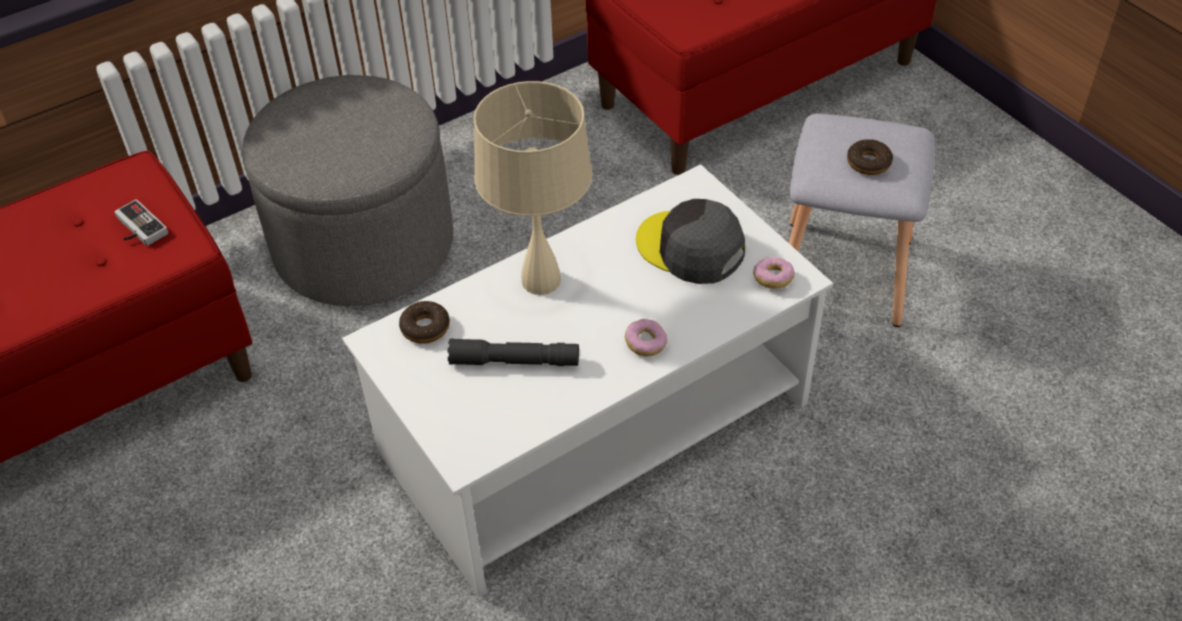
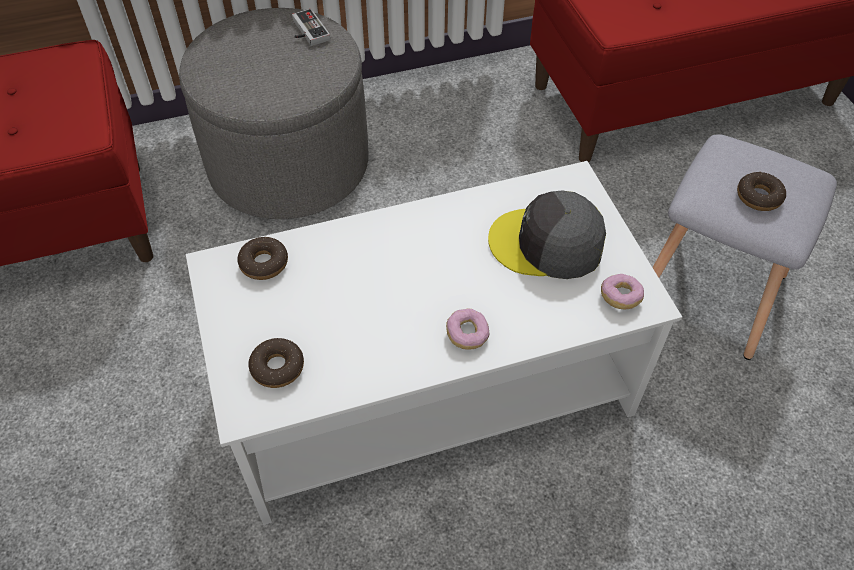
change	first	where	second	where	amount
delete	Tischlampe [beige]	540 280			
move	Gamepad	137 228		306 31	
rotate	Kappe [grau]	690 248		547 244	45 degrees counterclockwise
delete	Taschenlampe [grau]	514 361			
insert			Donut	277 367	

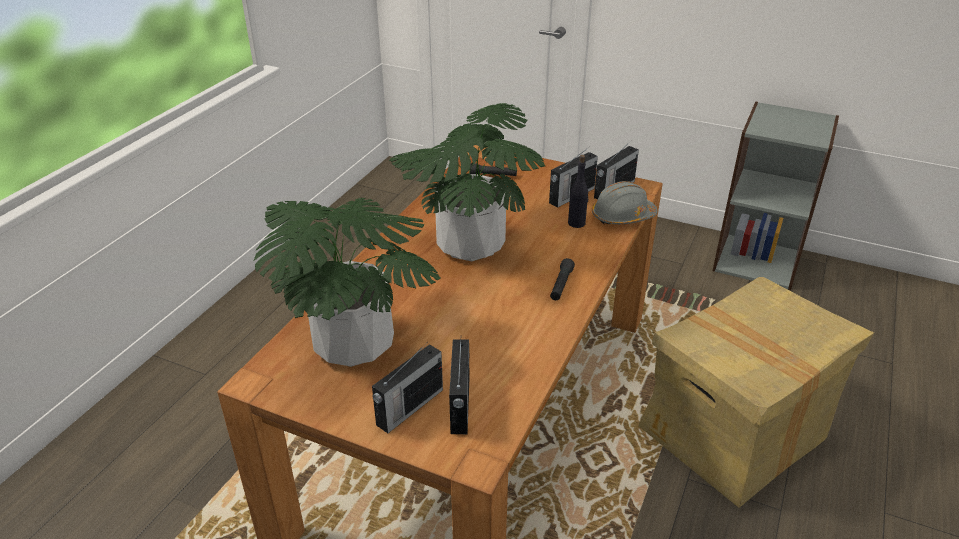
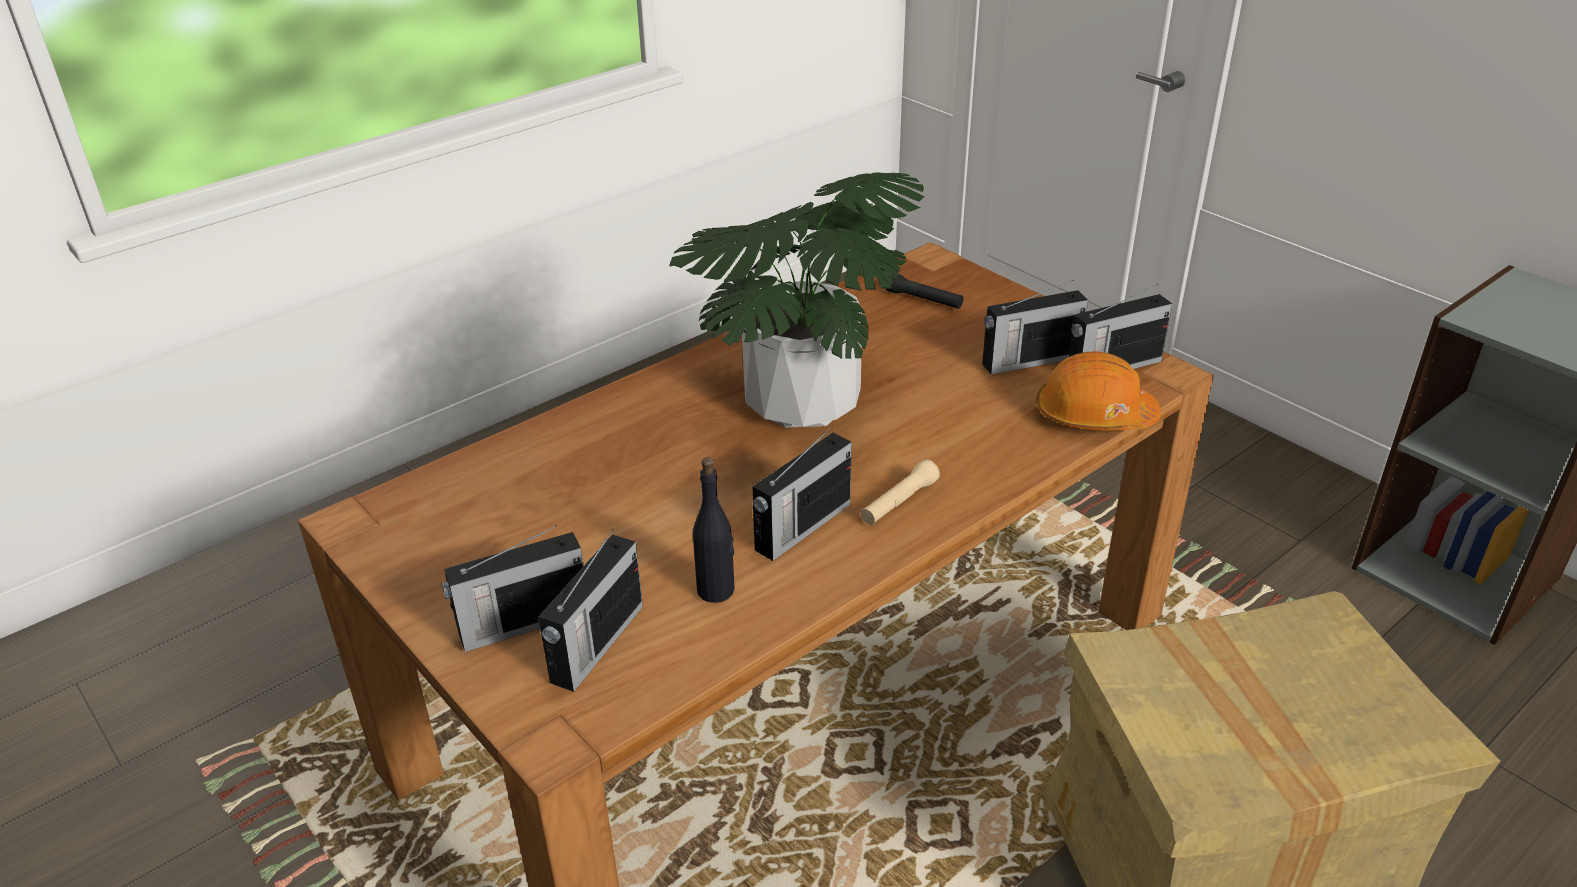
change	first	where	second	where	amount
move	Flasche [schwarz]	577 223		716 590	
recolor	Schutzhelm [grau]	622 216	Schutzhelm [orange]	1094 416	
delete	Topfpflanze	354 344			
recolor	Taschenlampe [schwarz]	561 285	Taschenlampe [beige]	899 502	
insert			Radio	801 527	

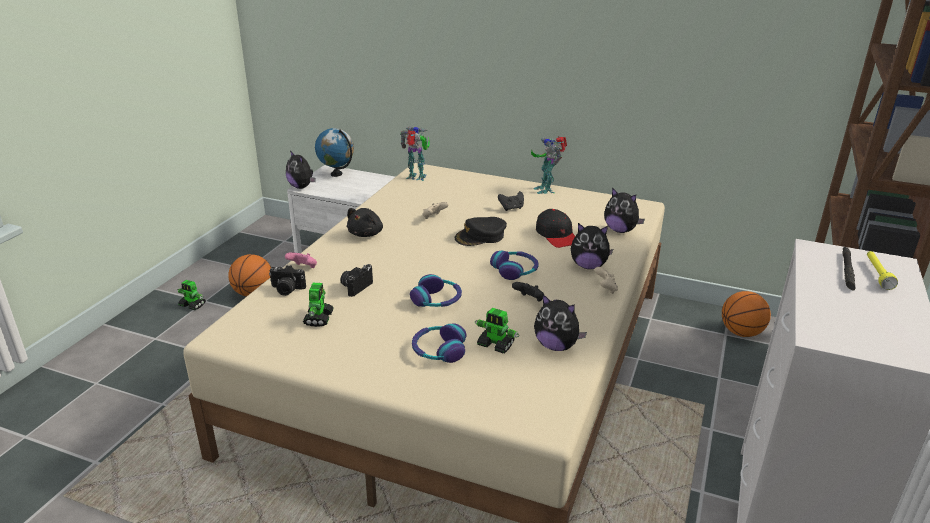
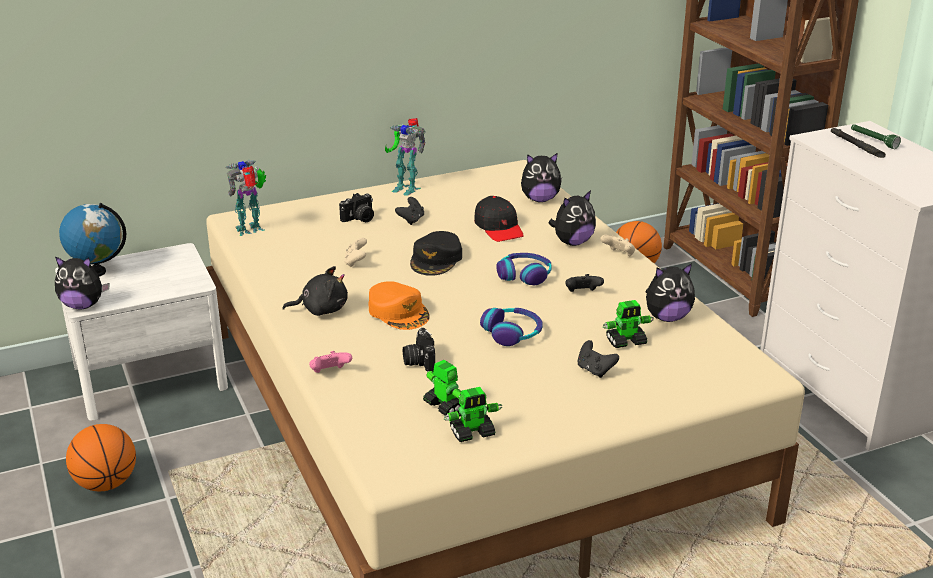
change	first	where	second	where	amount
rotate	Plüschtier [schwarz]	366 234		321 309	75 degrees counterclockwise
rotate	Kappe [schwarz]	556 235		499 228	45 degrees clockwise
recolor	Taschenlampe [gelb]	877 274	Taschenlampe [grün]	873 141	
move	Kamera	286 289		359 219	
move	Spielzeugroboter	192 305		473 433	
replace	Kopfhörer	439 350	Gamepad [schwarz]	595 370	
insert			Kappe [orange]	399 312	

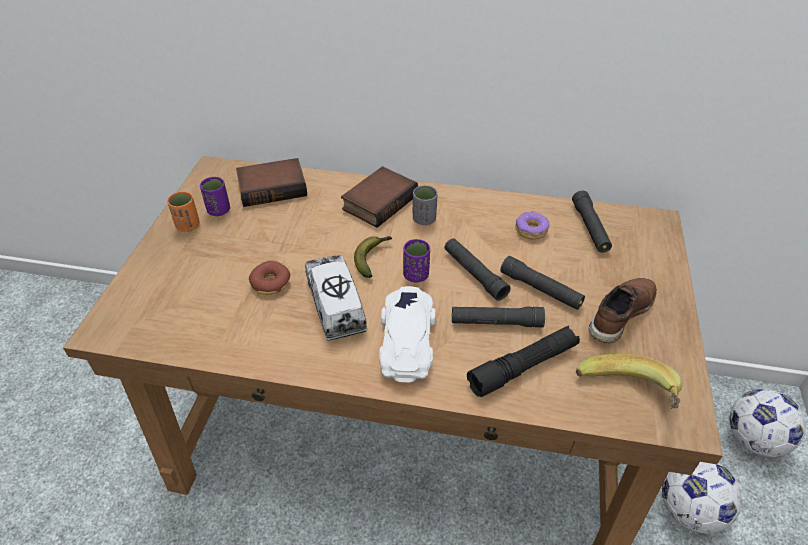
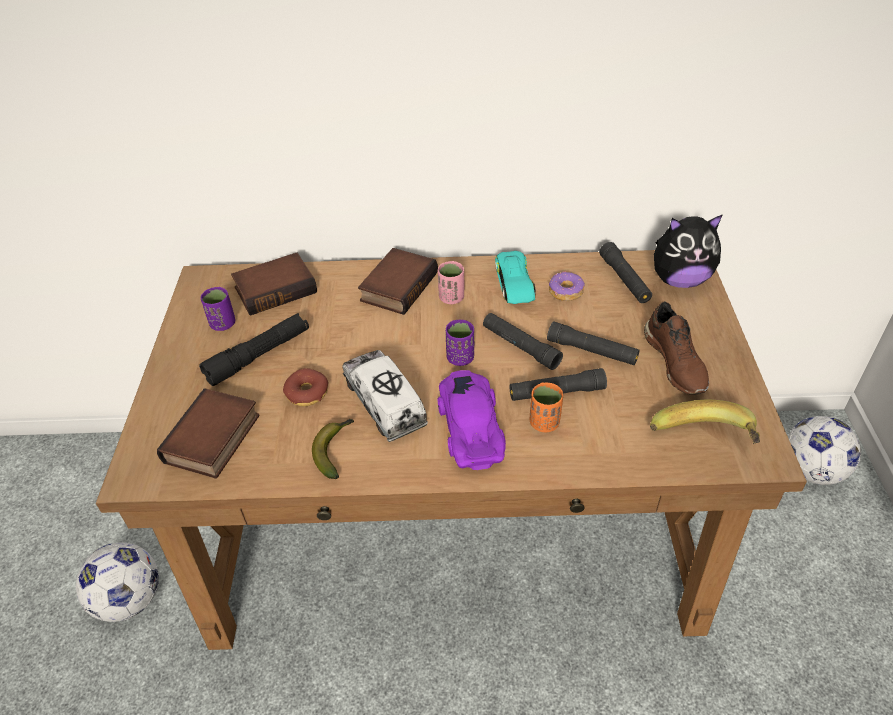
change	first	where	second	where	amount
recolor	Tasse [grau]	424 219	Tasse [rosa]	451 298	
move	Tasse [orange]	188 226		544 423	
move	Banane	373 258		335 450	
rotate	Schuh [braun]	619 313		676 362	135 degrees clockwise
recolor	Spielzeugauto [weiß]	407 338	Spielzeugauto [lila]	470 424	
move	Taschenlampe [schwarz]	523 367		259 356	
move	Fußball	690 510		130 600	
insert			Plüschtier	679 280	
insert			Spielzeugauto [türkis]	514 283	
insert			Buch	214 440	

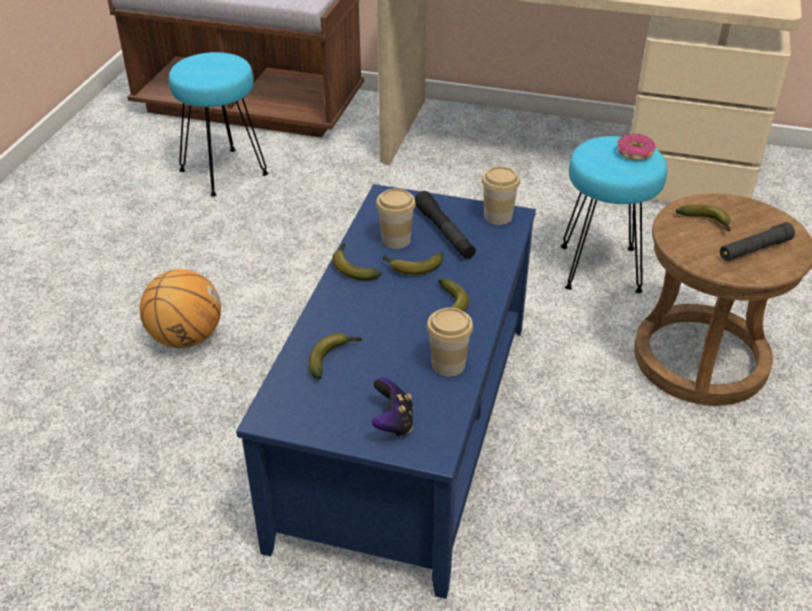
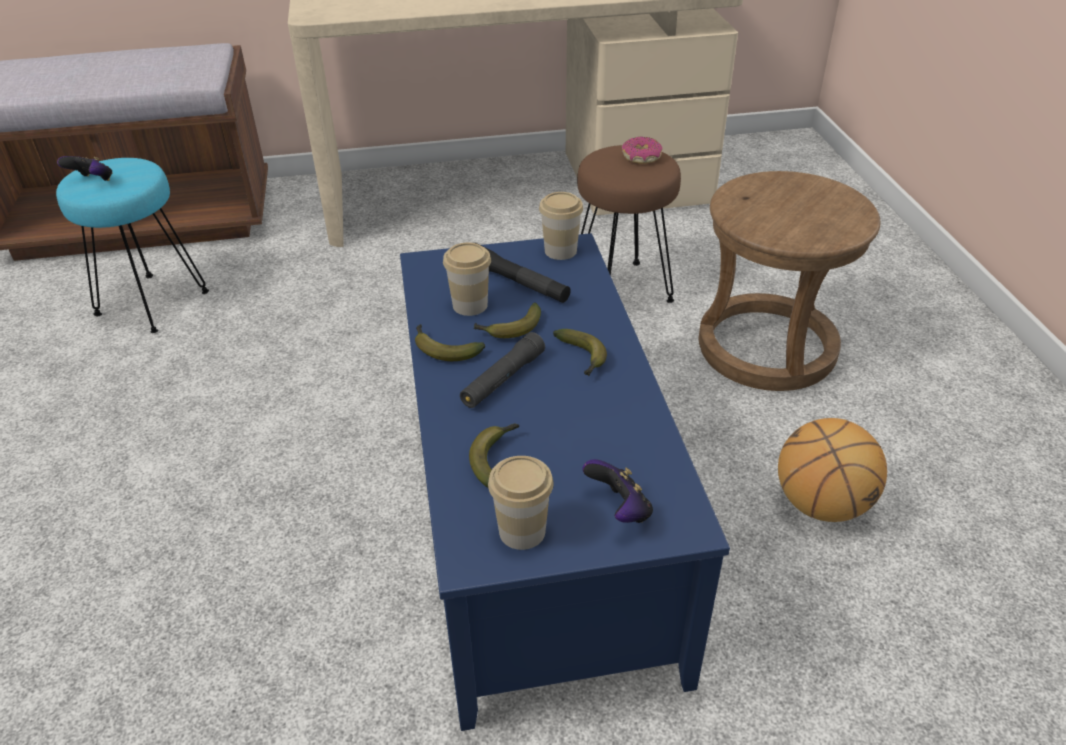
change	first	where	second	where	amount
recolor	Hocker [türkis]	602 269	Hocker [braun]	622 289	
delete	Banane	707 223			
move	Taschenlampe [schwarz]	754 249		503 379	
move	Basketball	185 338		821 504	
move	Tasse	448 364		522 531	
insert			Gamepad	93 181	

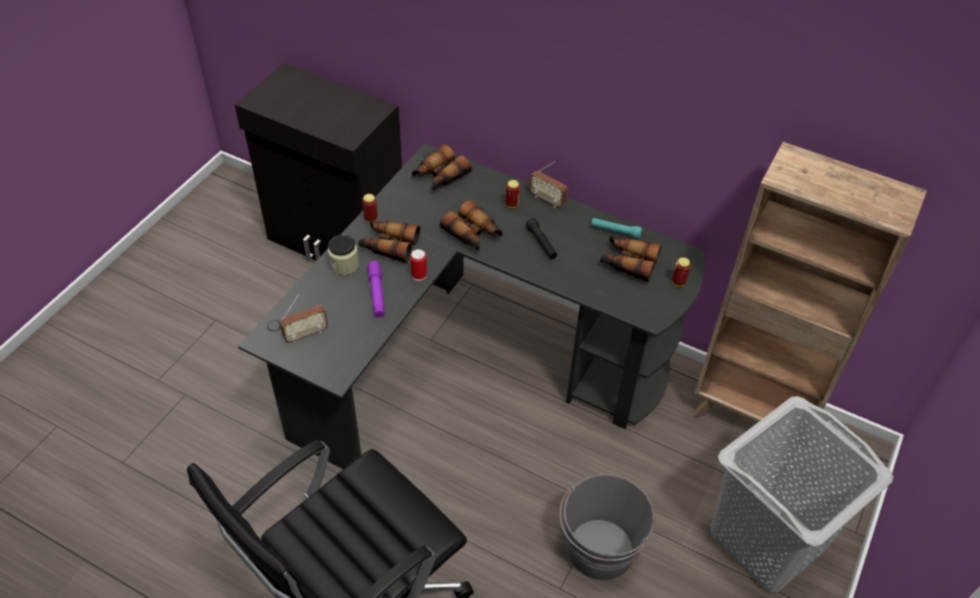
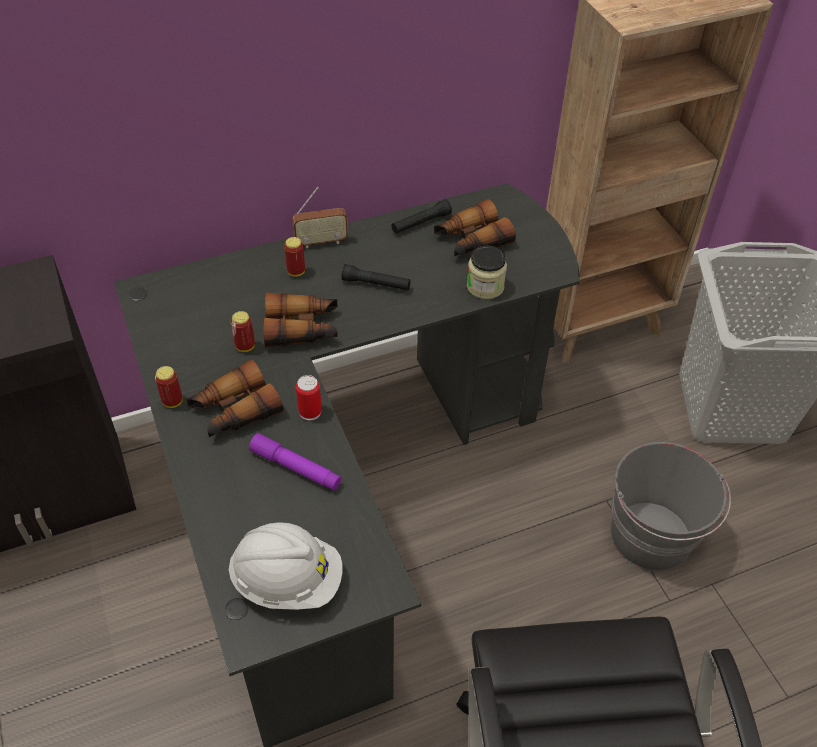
change	first	where	second	where	amount
delete	Fernglas	439 177			
recolor	Taschenlampe [türkis]	615 231	Taschenlampe [schwarz]	421 223	
move	Vorratsglas	344 265		485 286	
move	Dose	678 282		245 346	
replace	Radio	306 334	Schutzhelm [weiß]	287 581	

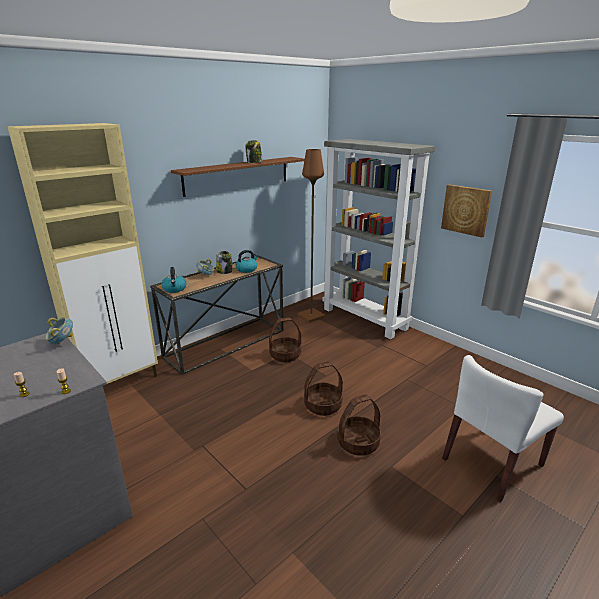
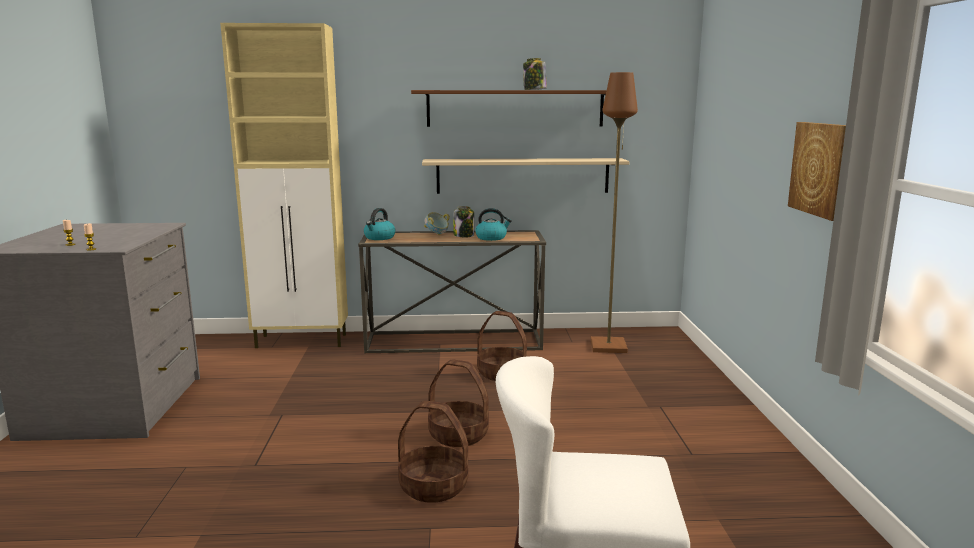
change	first	where	second	where	amount
delete	Bücherregal [grau]	365 319			
delete	Schüssel	62 343			
insert			Wandregal [beige]	523 175	

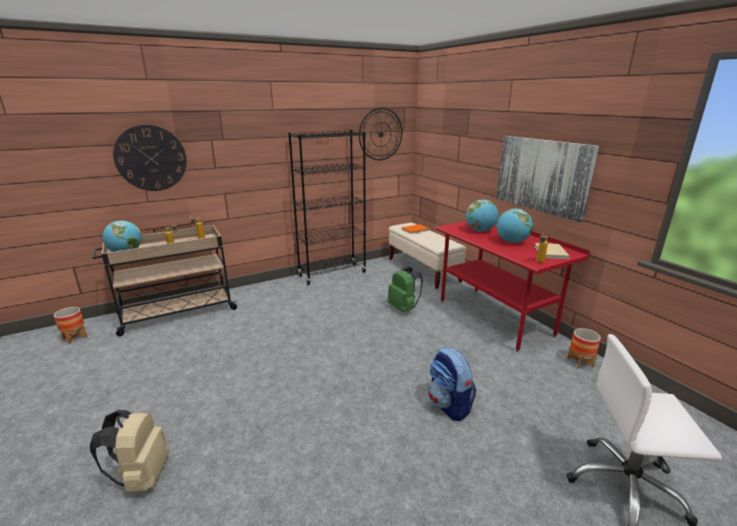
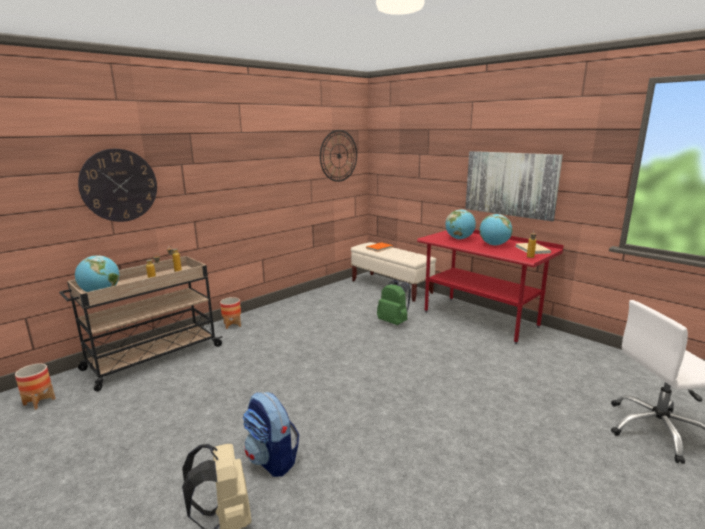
change	first	where	second	where	amount
delete	Bücherregal [schwarz]	332 274			
move	Pflanzkübel	580 362		232 325	
move	Rucksack	449 405		272 460	

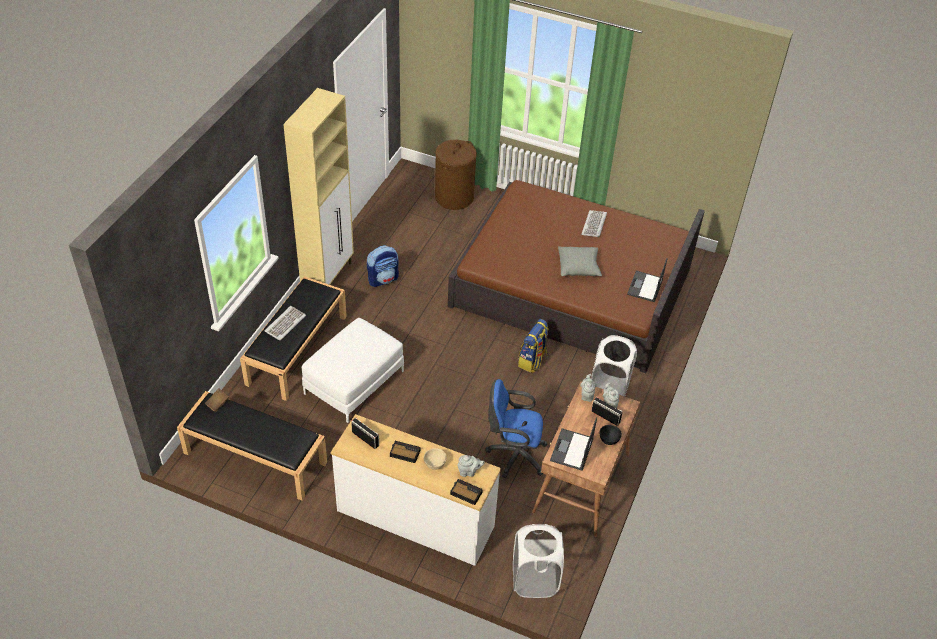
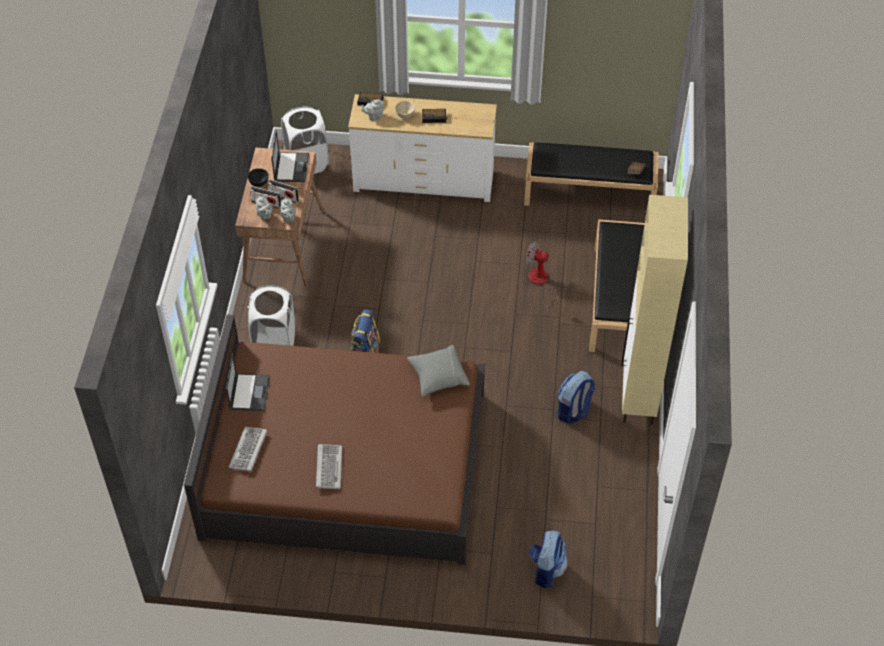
change	first	where	second	where	amount
replace	Wäschekorb [braun]	454 197	Rucksack	546 569	
move	Kissen [grau]	578 267		438 376	
move	Tastatur	285 324		248 450	
replace	Polsterhocker [weiß]	353 382	Ventilator	540 282	
delete	Bürostuhl [blau]	513 455			
move	Radio	365 438		284 197	

